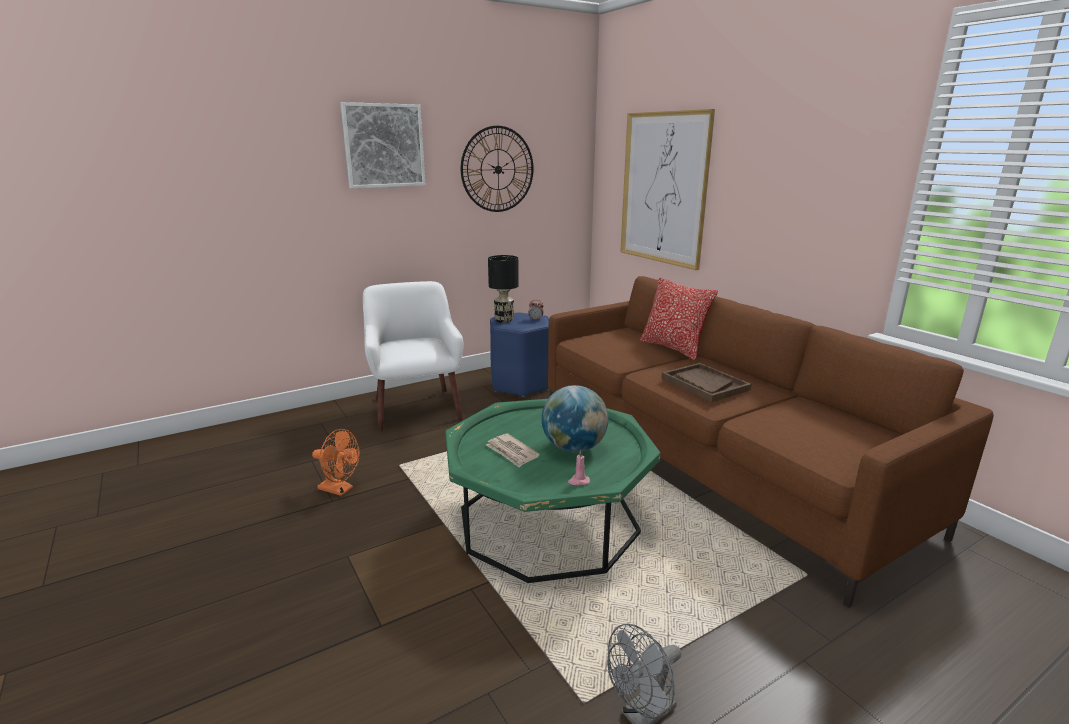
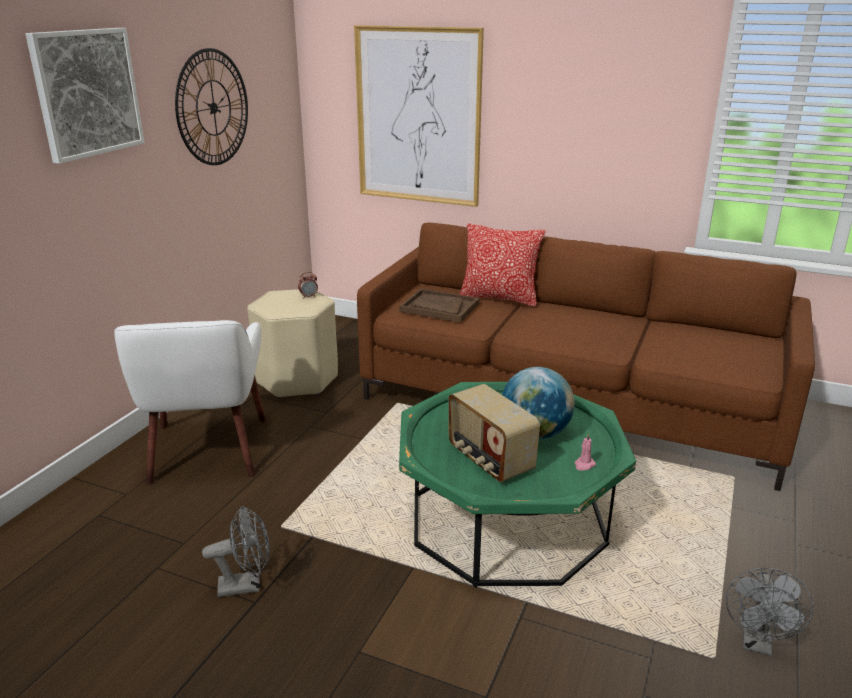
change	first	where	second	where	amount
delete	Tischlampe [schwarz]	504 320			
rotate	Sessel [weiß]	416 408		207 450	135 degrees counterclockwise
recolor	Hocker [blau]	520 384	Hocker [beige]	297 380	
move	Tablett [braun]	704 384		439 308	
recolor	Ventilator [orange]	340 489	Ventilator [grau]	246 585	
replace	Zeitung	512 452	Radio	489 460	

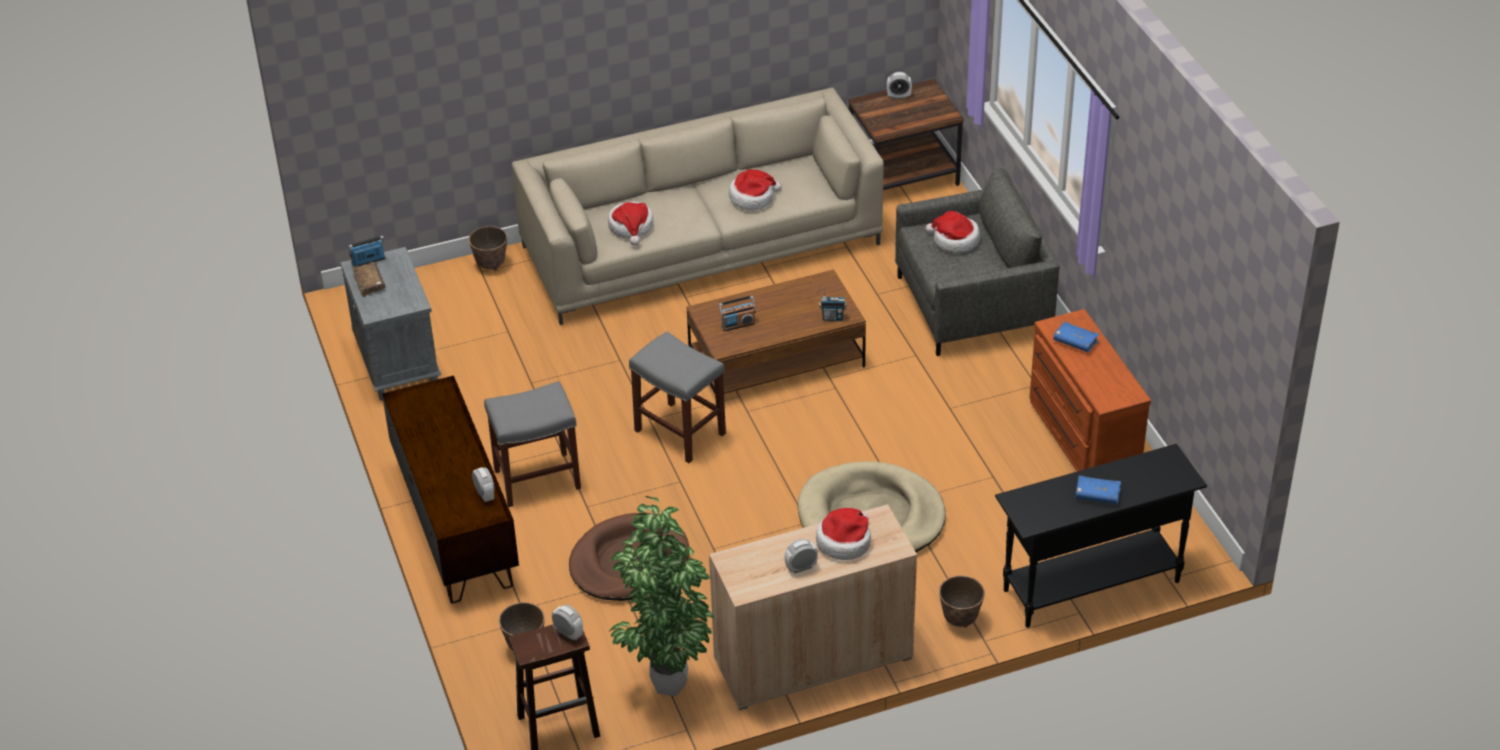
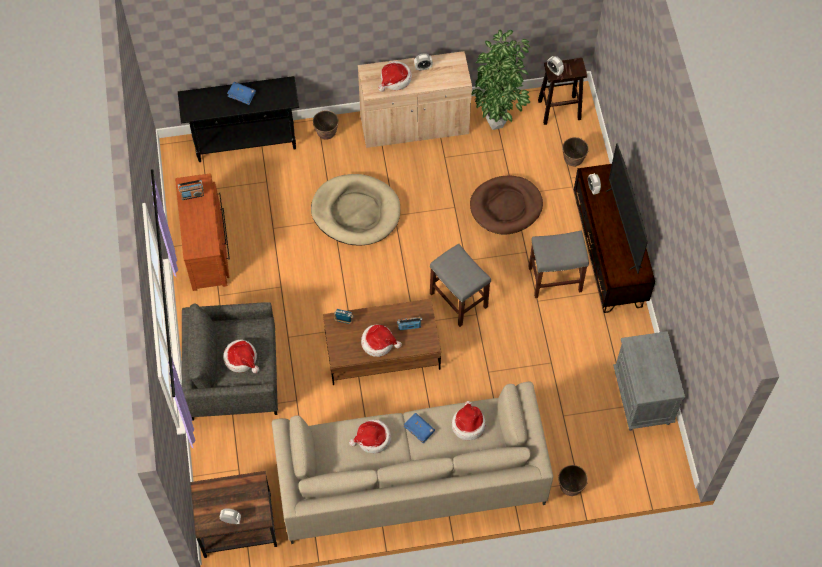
change	first	where	second	where	amount
move	Radio	368 261		192 195	
delete	Buch [braun]	369 283			
move	Buch [blau]	1075 342		419 429	
insert			Fernseher	623 228	
insert			Hut	379 343	

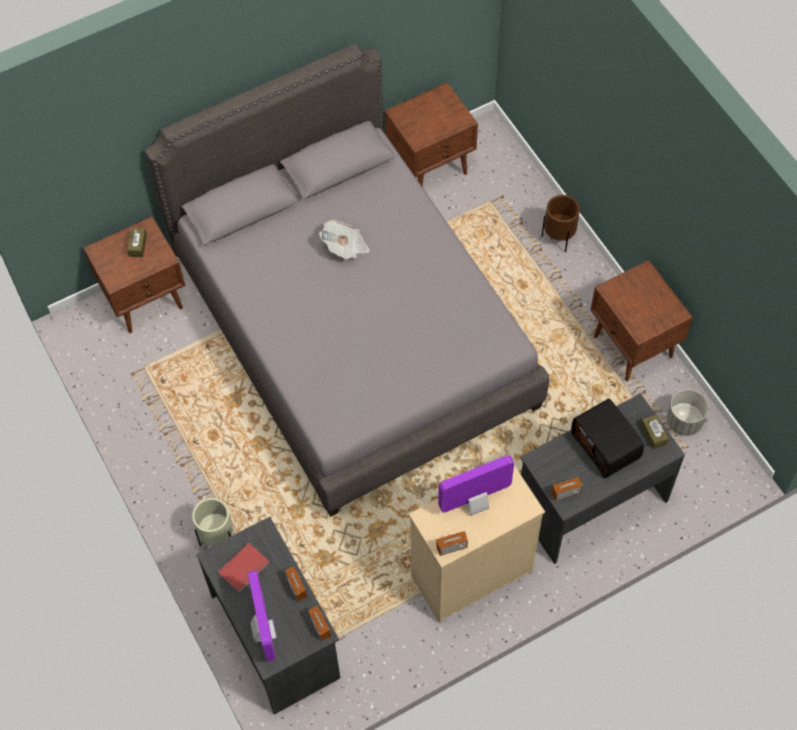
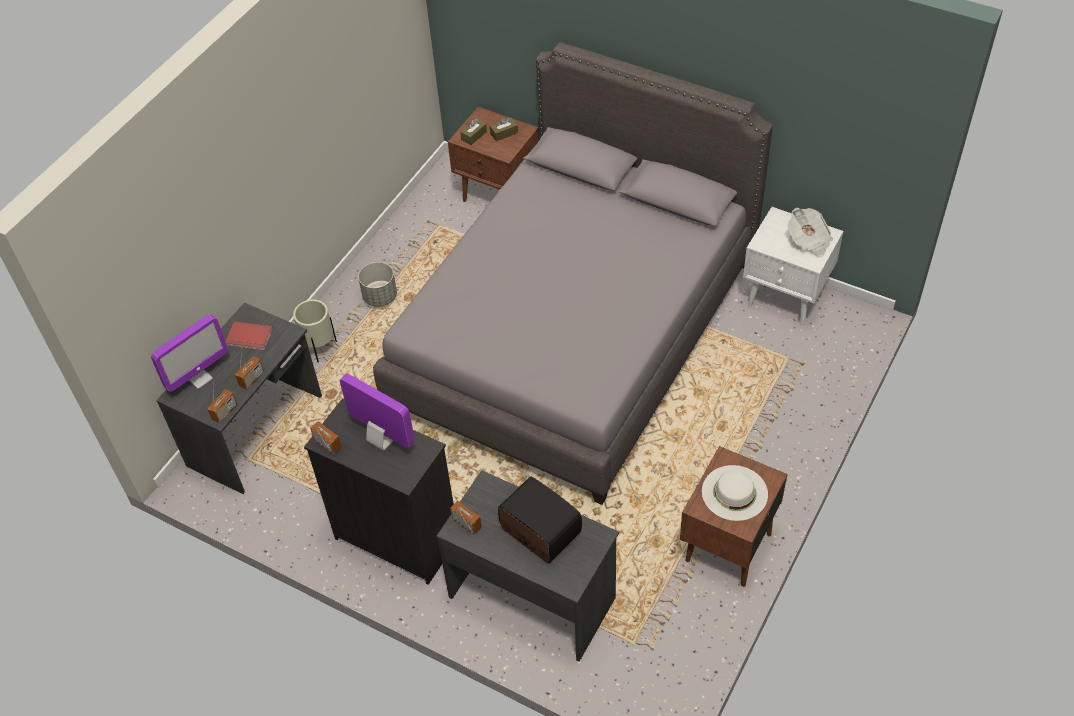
change	first	where	second	where	amount
recolor	Nachttisch [braun]	431 166	Nachttisch [weiß]	786 299	
delete	Pflanzkübel [braun]	558 238			
move	Zeitung	345 247		809 241	
move	Pflanzkübel [grau]	683 422		380 297	
rotate	Radio	606 446		539 532	105 degrees clockwise
move	Taschentuchbox [braun]	653 434		474 135	
recolor	Kommode [beige]	470 574	Kommode [schwarz]	396 537	
insert			Hut [weiß]	734 493	

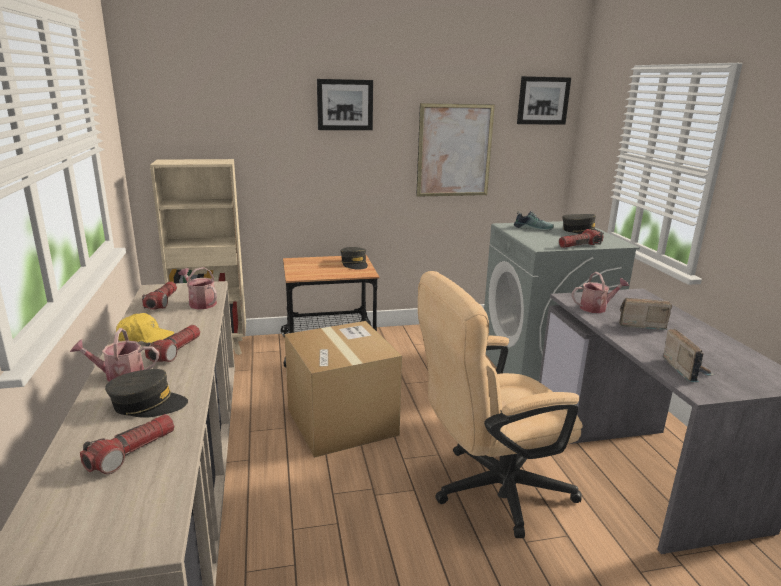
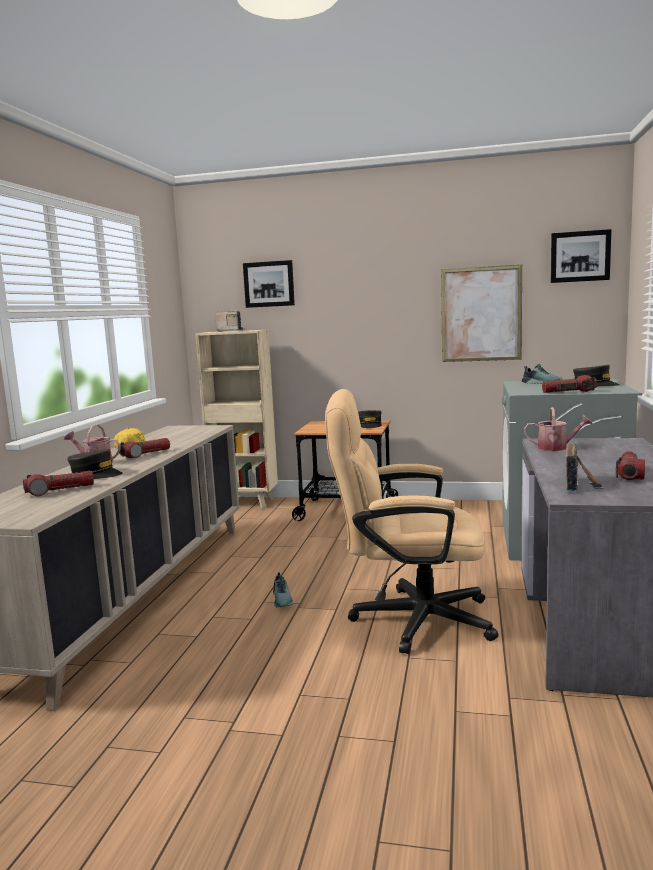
change	first	where	second	where	amount
move	Bild	345 105		269 284	
delete	Gießkanne	200 303			
move	Taschenlampe	162 302		629 474	
move	Radio	639 324		231 331	
delete	Karton	342 422			
insert			Schuh	283 599	

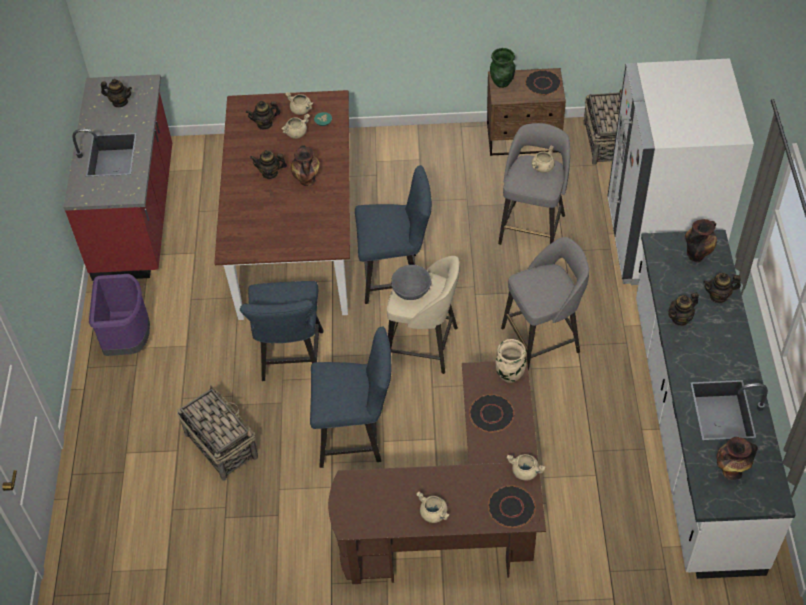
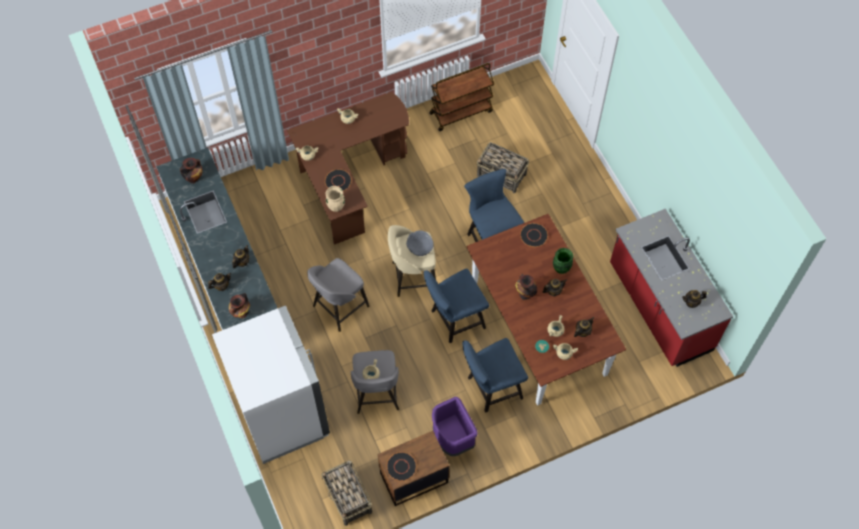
change	first	where	second	where	amount
move	Vase [grün]	502 83		561 268	
move	Mülleimer [lila]	128 340		452 438	
move	Stuhl [blau]	356 436		491 389	
move	Teller [schwarz]	511 507		534 235	
insert			Rollwagen [braun]	461 112	

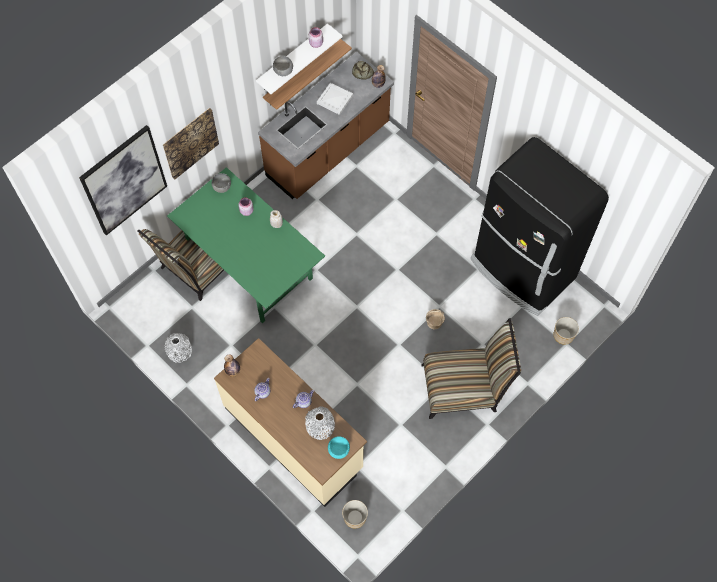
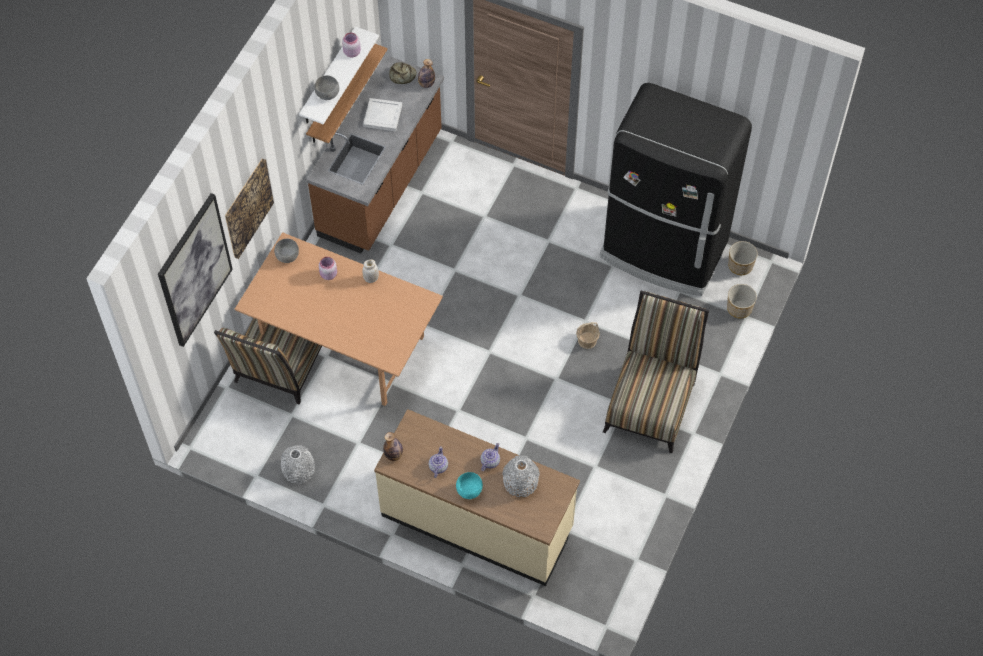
change	first	where	second	where	amount
recolor	Esstisch [grün]	250 267	Esstisch [braun]	343 346	
rotate	Stuhl	464 387		651 401	45 degrees counterclockwise
move	Schüssel [türkis]	339 450		469 490	
move	Pflanzkübel	355 517		740 265	

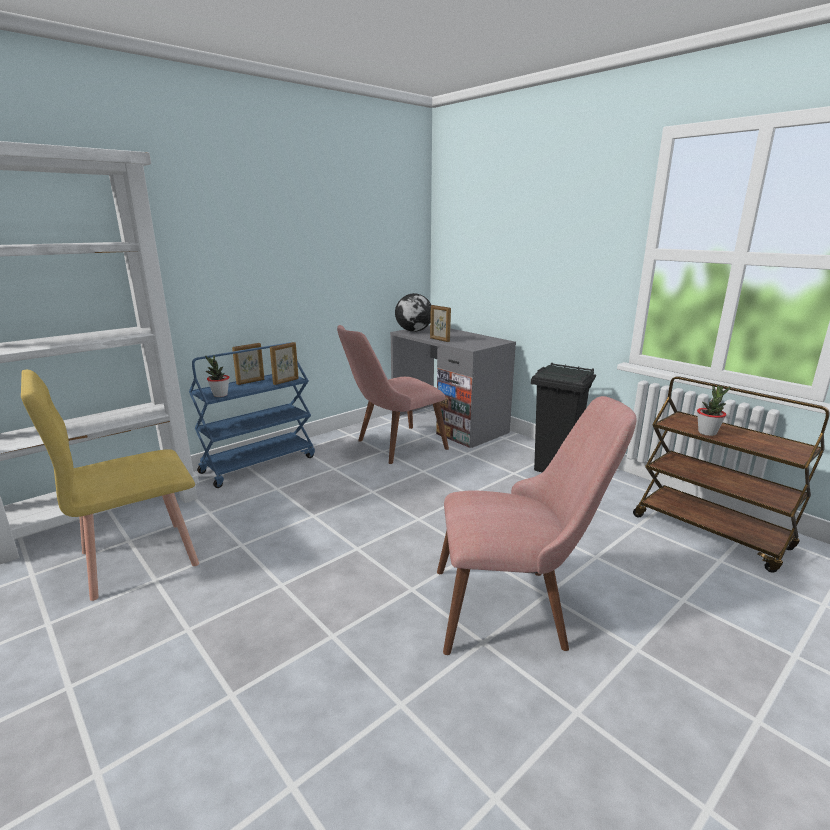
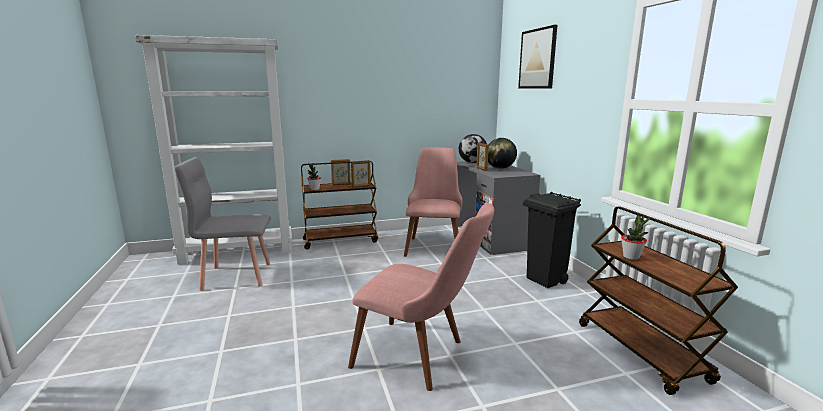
change	first	where	second	where	amount
rotate	Stuhl [rosa]	392 447		434 245	105 degrees clockwise
recolor	Rollwagen [blau]	259 464	Rollwagen [braun]	341 240	
recolor	Stuhl [gelb]	138 558	Stuhl [grau]	236 276	
insert			Bild	537 59	
insert			Globus	500 168	

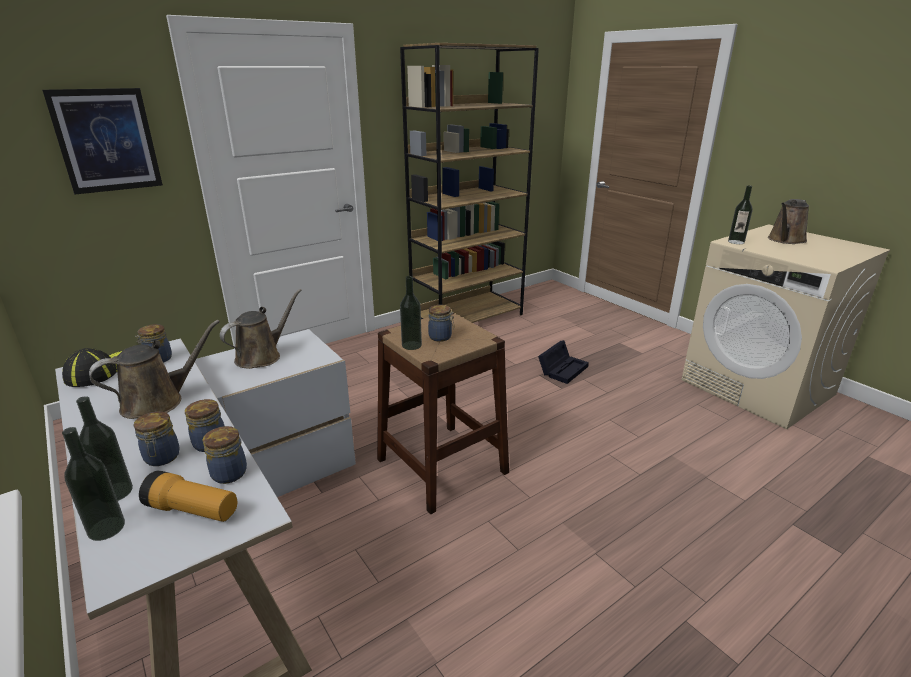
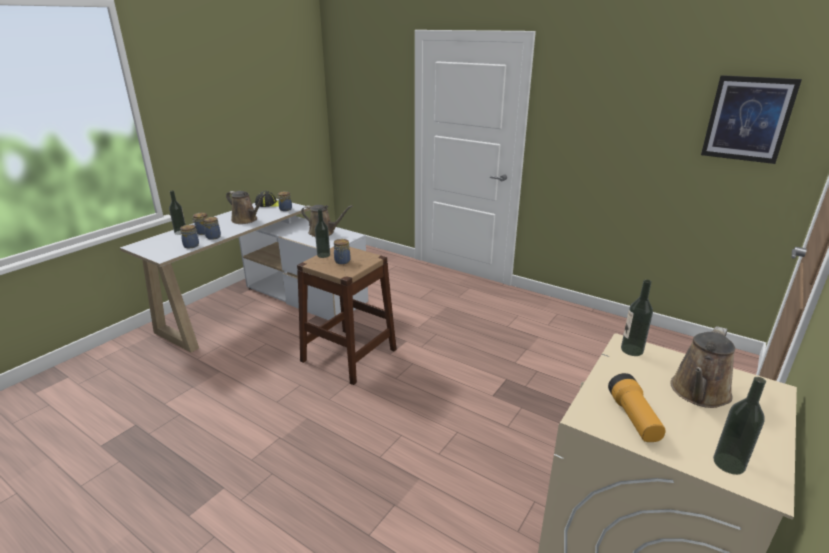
change	first	where	second	where	amount
delete	Bücherregal [braun]	467 318			
move	Bild	106 140		748 119	
rotate	Gießkanne [braun]	785 240		699 393	75 degrees counterclockwise
delete	Aufbewahrungsbox [schwarz]	563 369			
move	Flasche	106 528		728 463	
move	Taschenlampe	193 510		633 418	

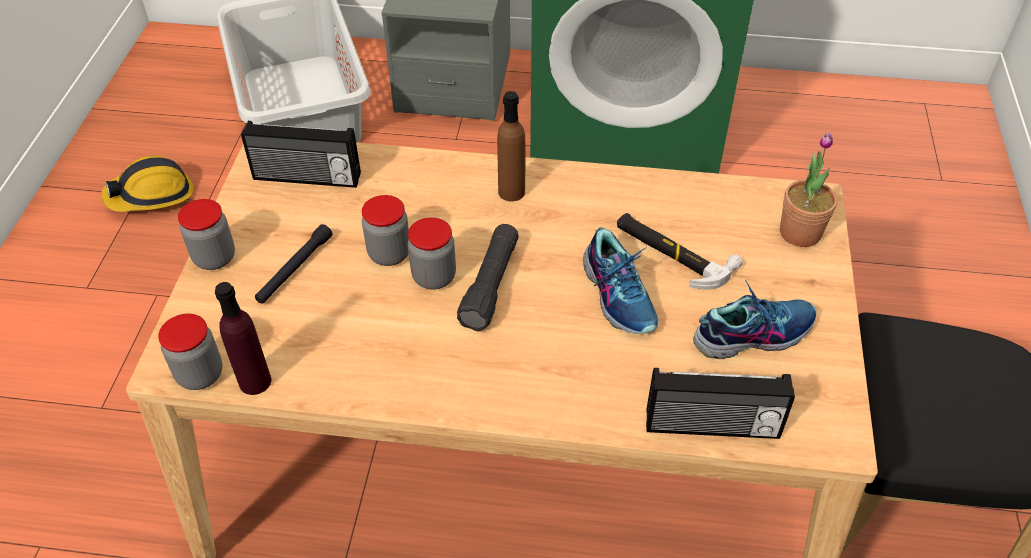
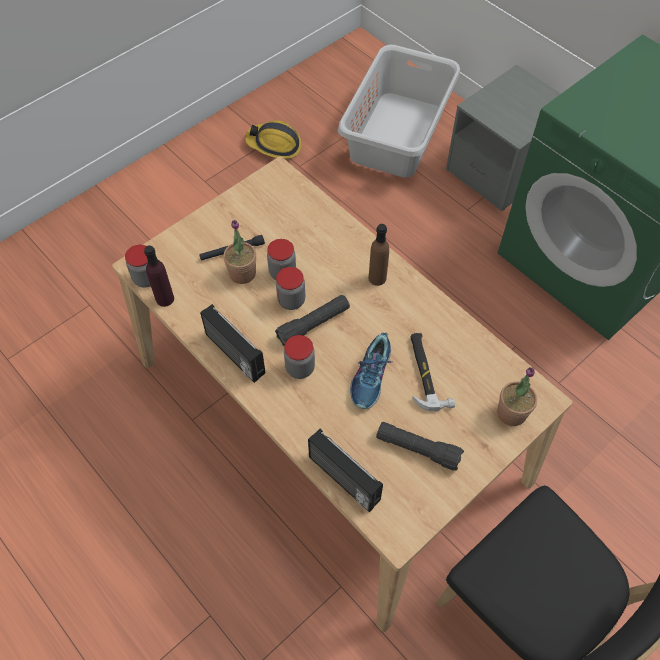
change	first	where	second	where	amount
move	Radio	306 178		234 355	
move	Vorratsglas	214 258		300 368	
replace	Schuh	753 334	Taschenlampe [schwarz]	418 449	
insert			Topfpflanze	242 273	

